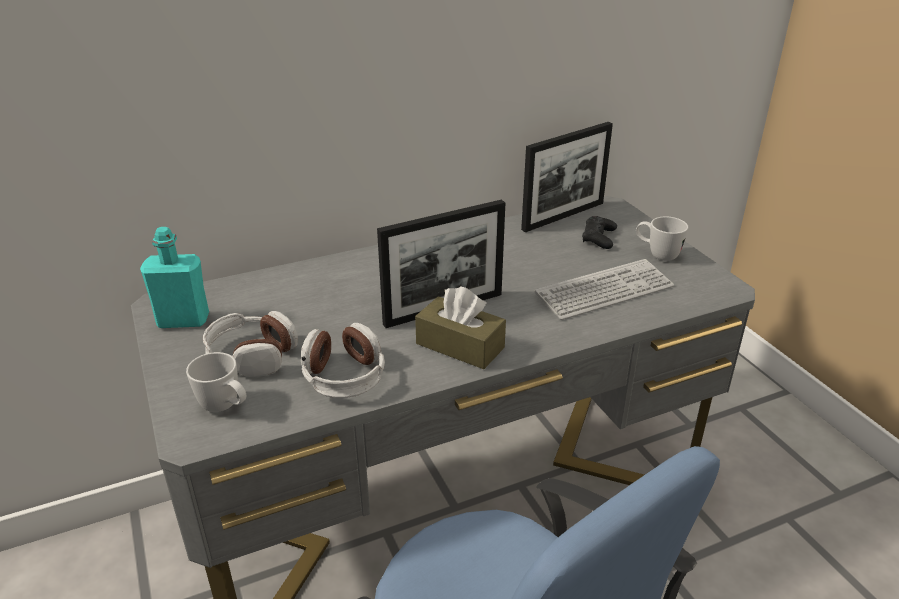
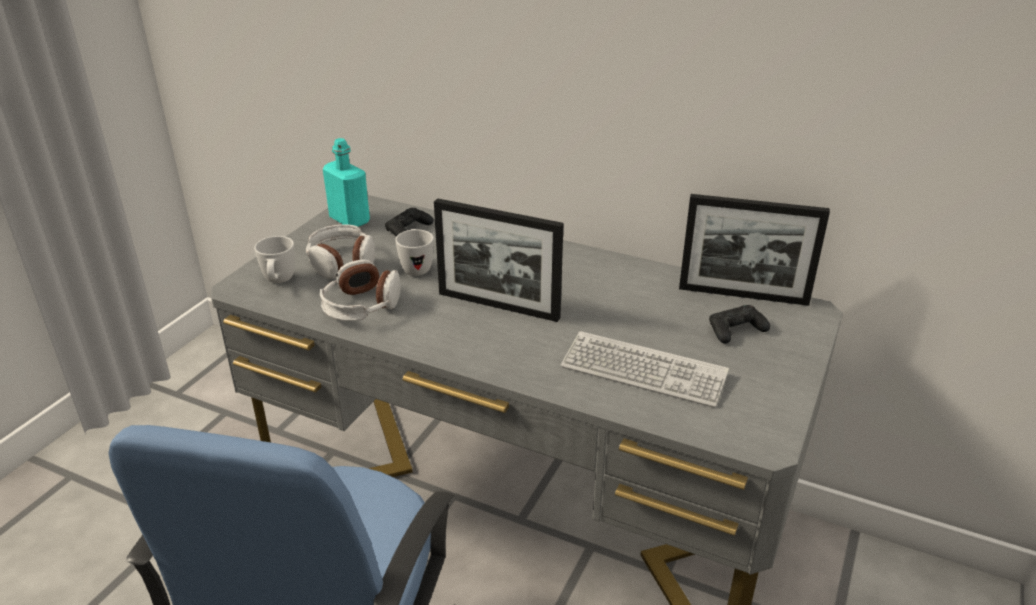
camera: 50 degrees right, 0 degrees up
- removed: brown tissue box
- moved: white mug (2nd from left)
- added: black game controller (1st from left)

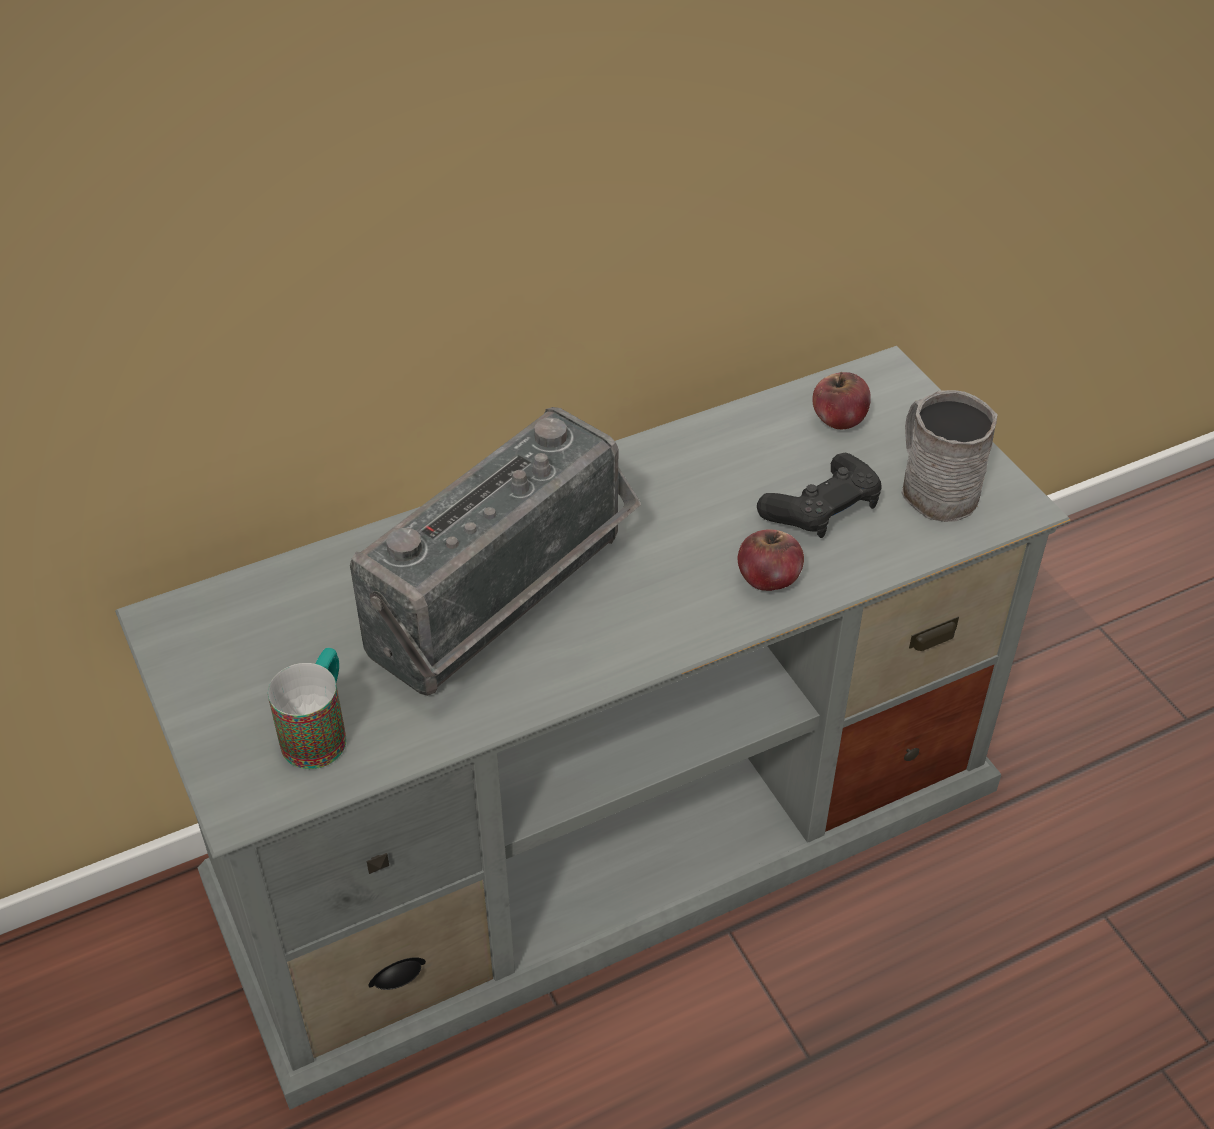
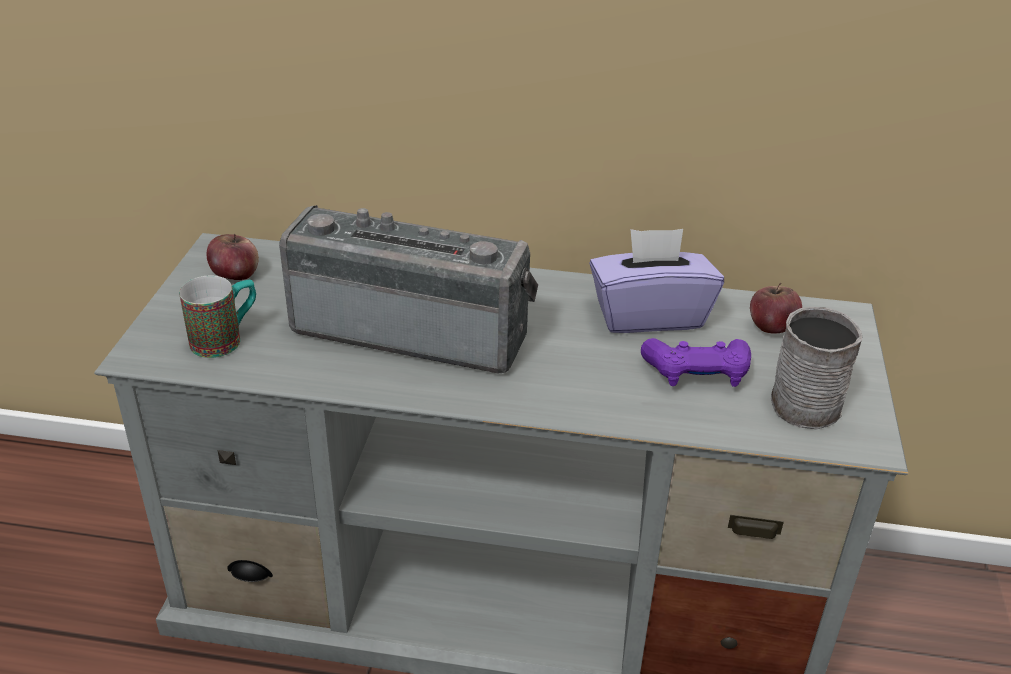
camera: 35 degrees right, 10 degrees down
- turned: radio 150 degrees counterclockwise
- moved: apple (1st from left)
- recoloured: black game controller to purple game controller
- added: purple tissue box

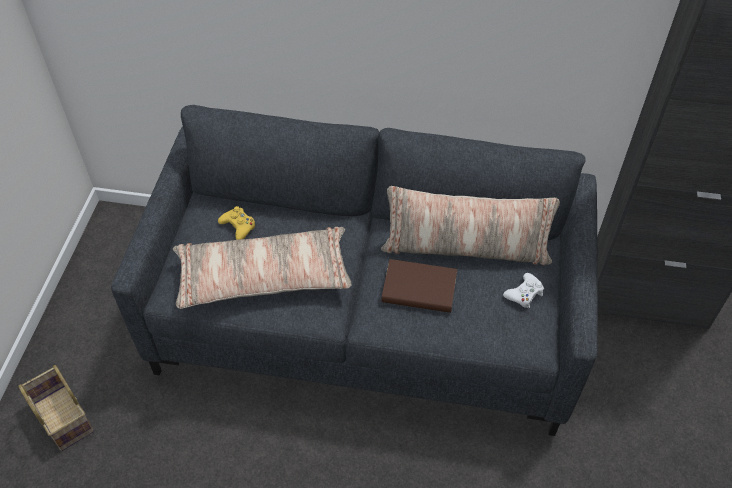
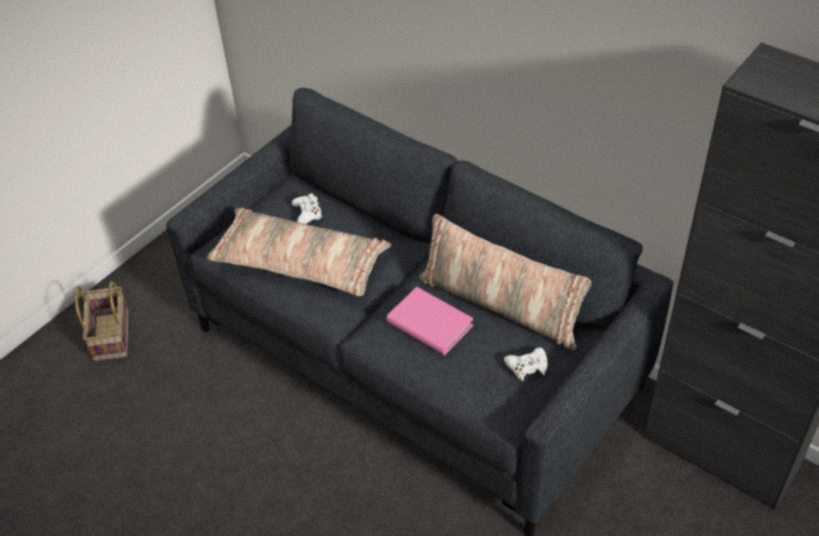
camera: 30 degrees right, 5 degrees down
- recoloured: yellow game controller to white game controller (1st from left)
- recoloured: brown book to pink book

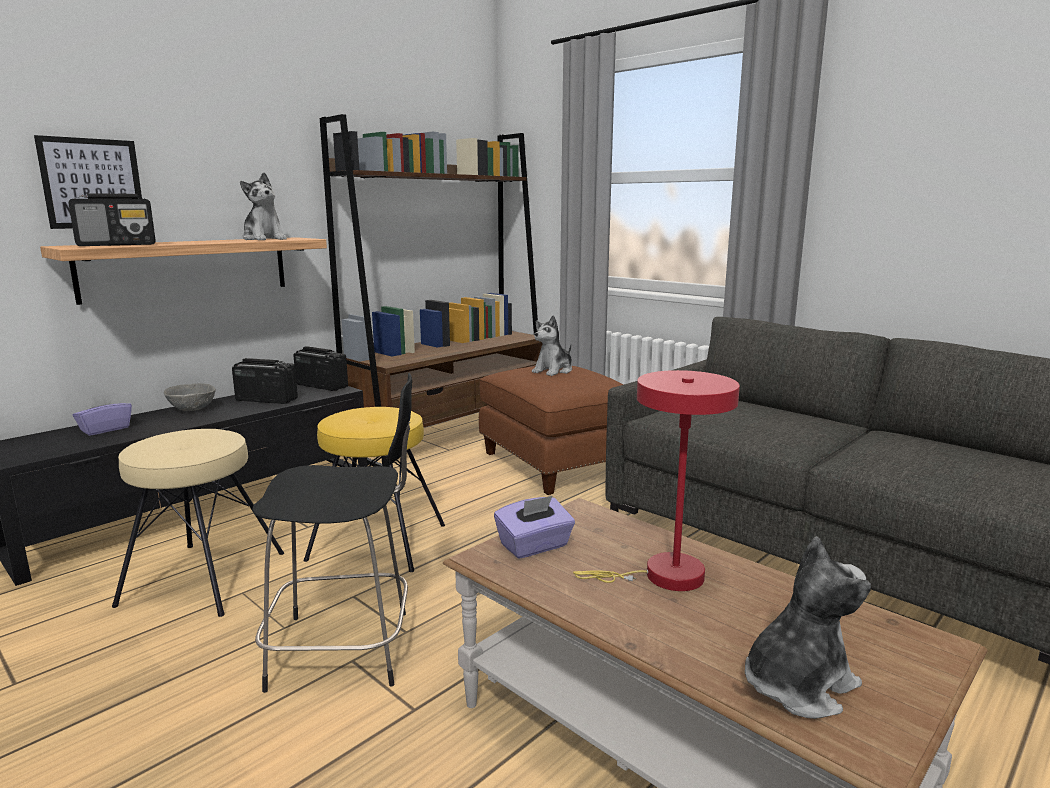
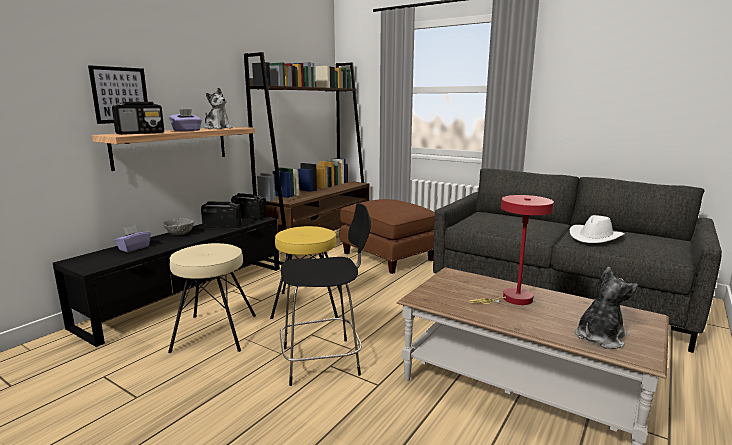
camera: 10 degrees left, 0 degrees up
- moved: purple tissue box (2nd from left)
- removed: plush toy (2nd from left)
- added: white hat

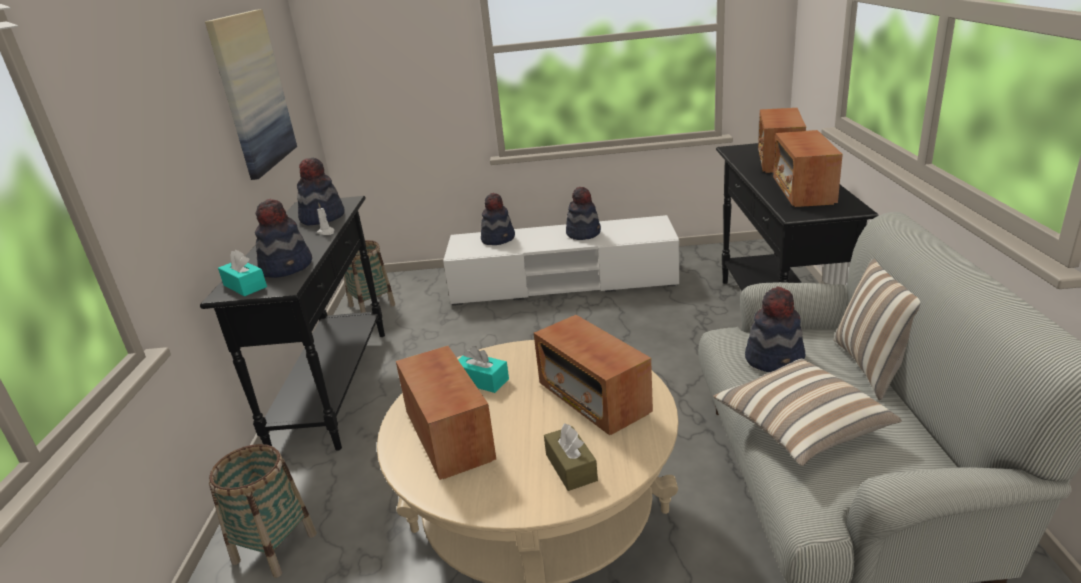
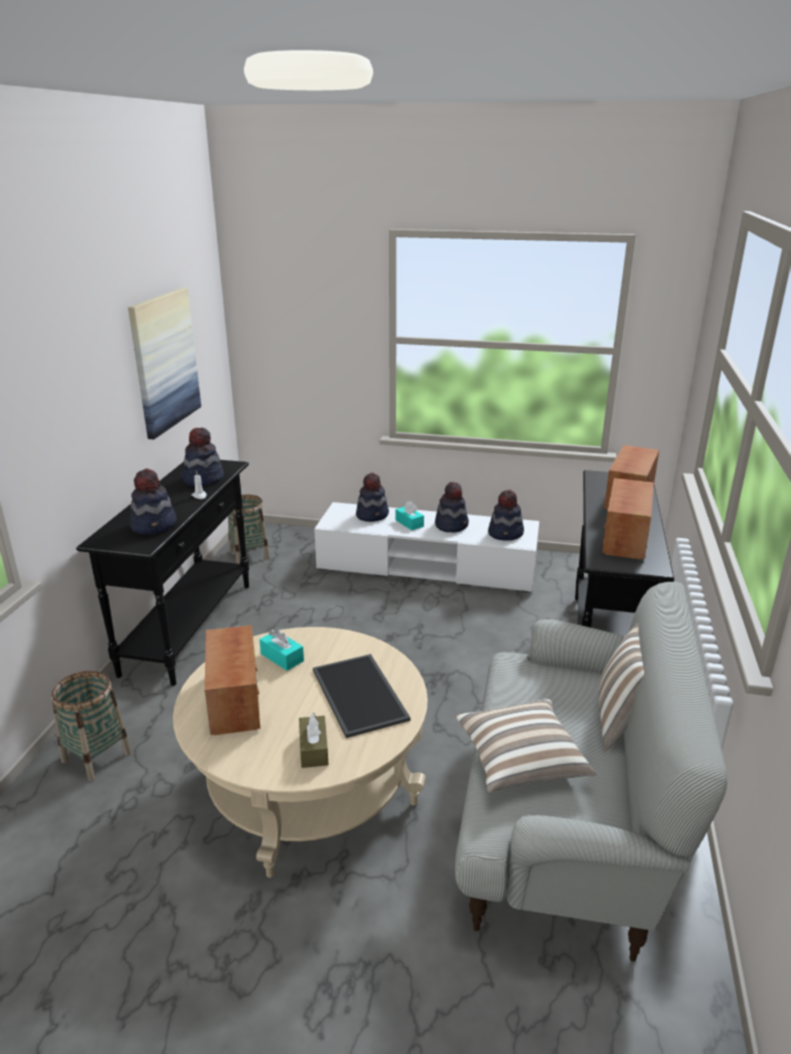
camera: 10 degrees right, 0 degrees up
- moved: turquoise tissue box (1st from left in the first image) to turquoise tissue box (2nd from left)
- replaced: radio (2nd from left) to tray
- moved: hat (5th from left)

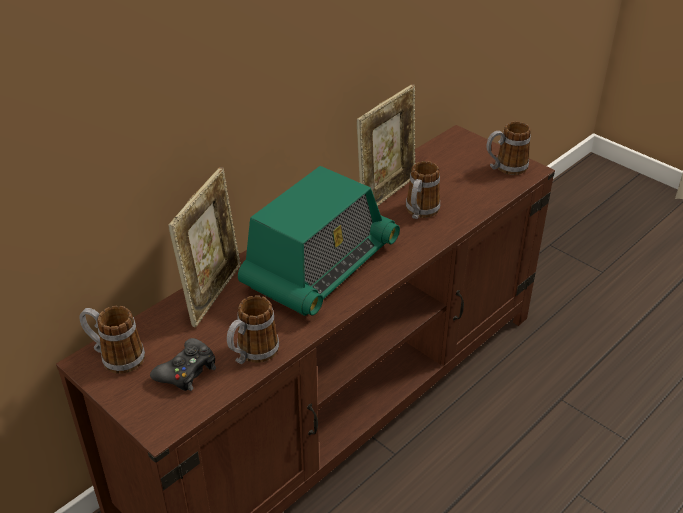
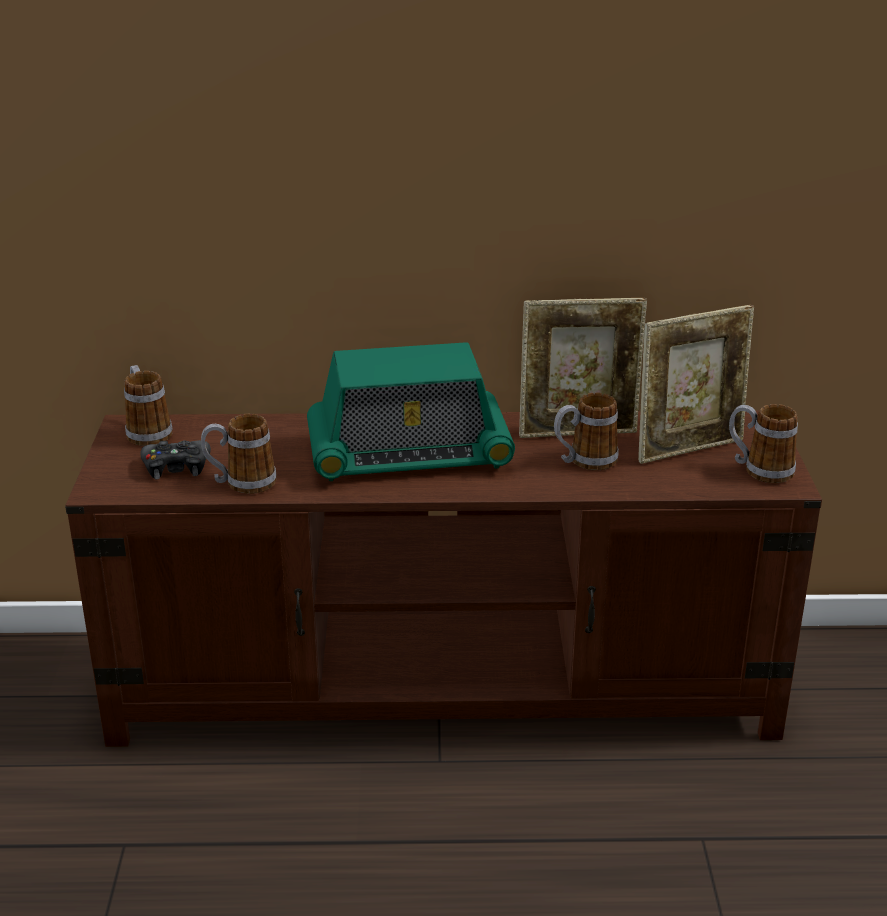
camera: 45 degrees right, 10 degrees down
- moved: picture frame (1st from left in the first image) to picture frame (2nd from left)

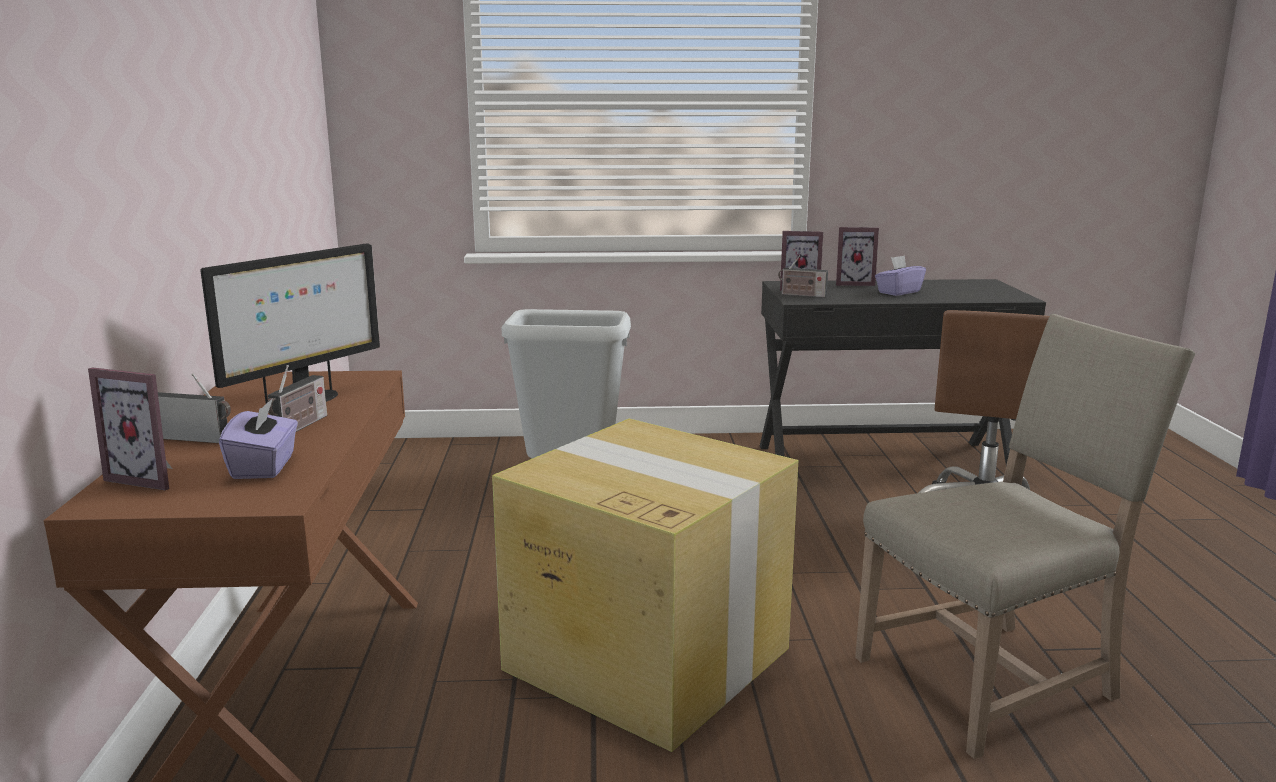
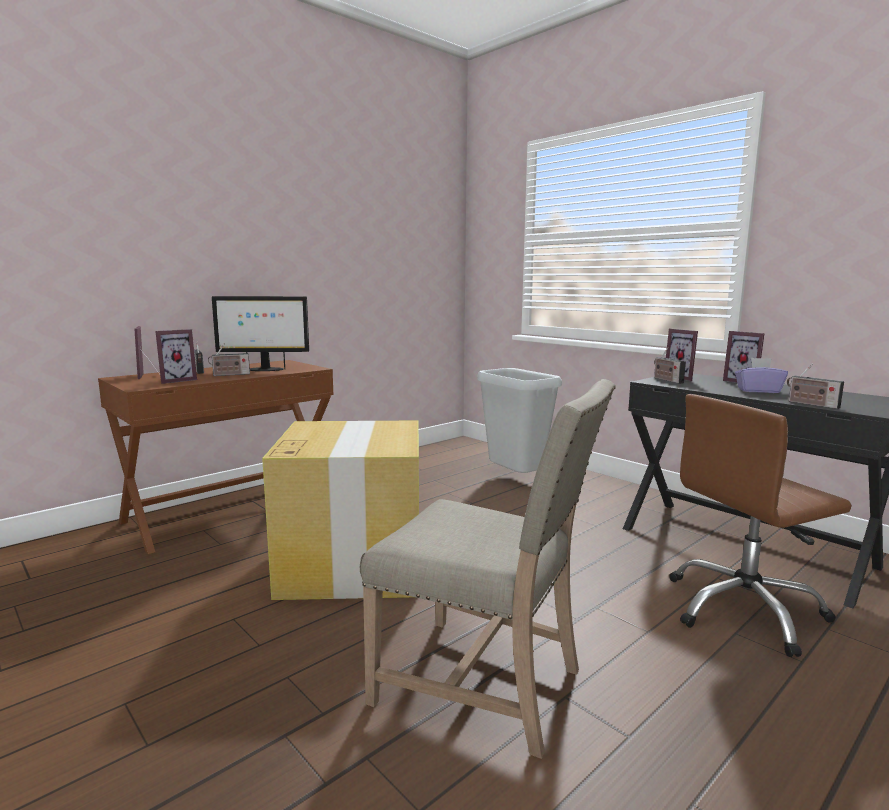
camera: 50 degrees right, 5 degrees down
- replaced: purple tissue box (1st from left) to picture frame (2nd from left)
- added: radio (4th from left)

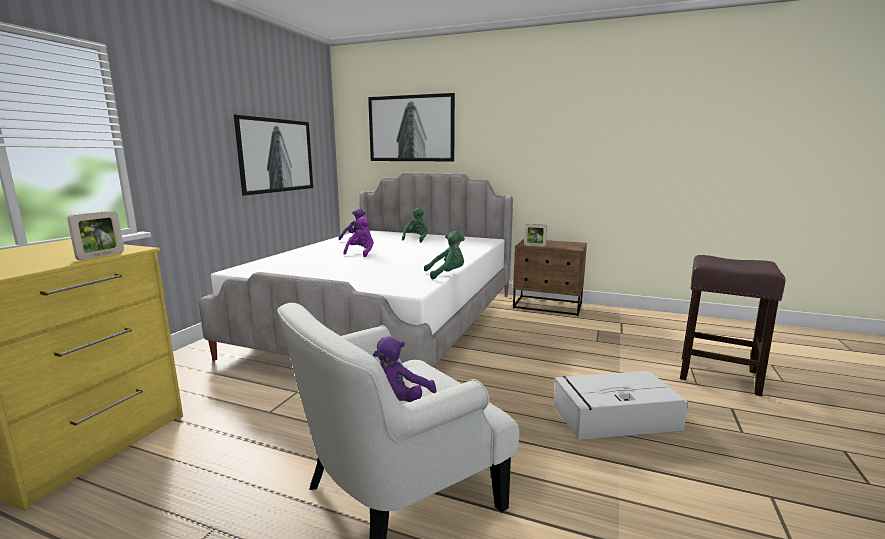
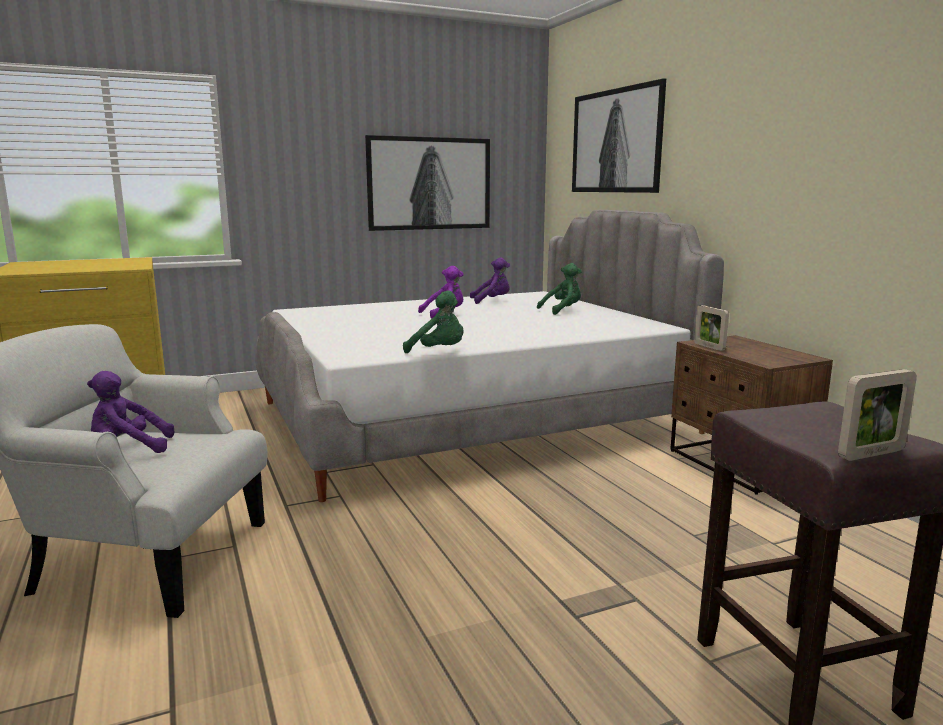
camera: 45 degrees right, 0 degrees up
- moved: picture frame (1st from left in the first image) to picture frame (2nd from left)
- removed: grey storage box

